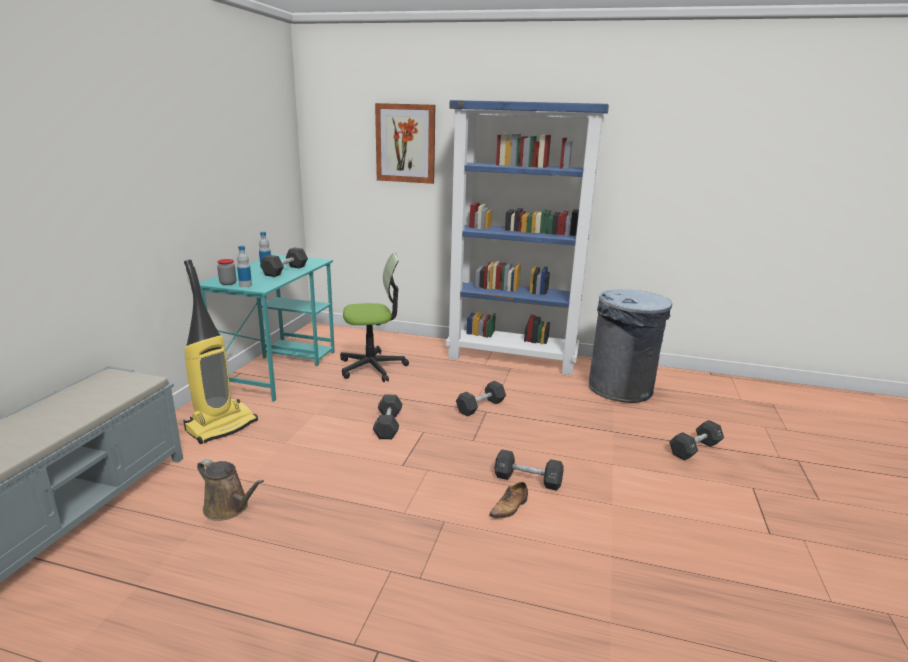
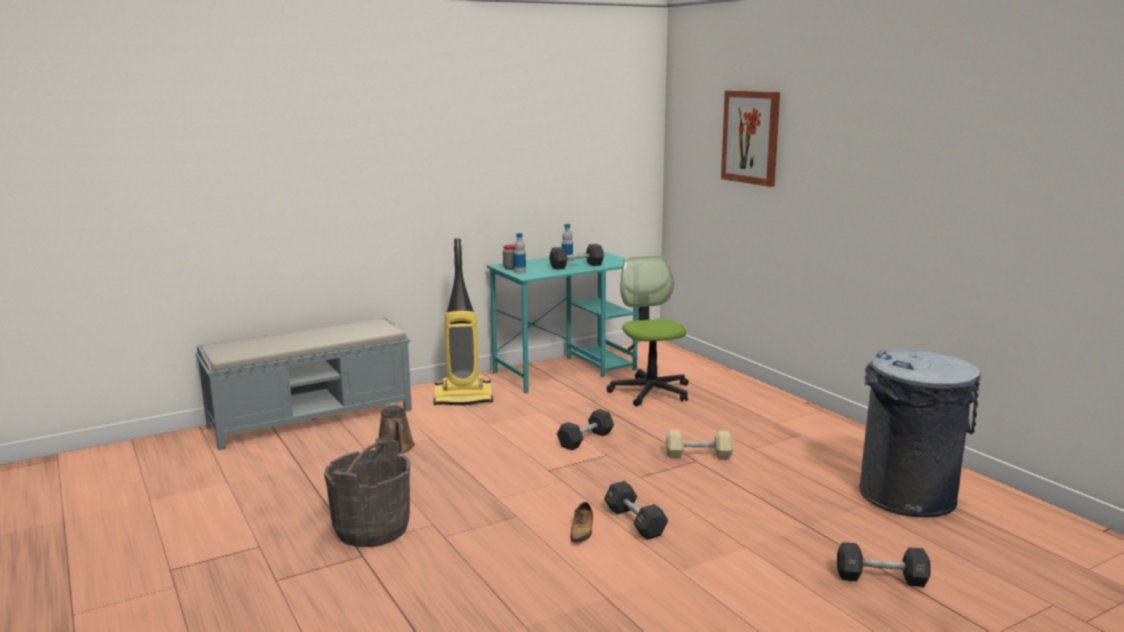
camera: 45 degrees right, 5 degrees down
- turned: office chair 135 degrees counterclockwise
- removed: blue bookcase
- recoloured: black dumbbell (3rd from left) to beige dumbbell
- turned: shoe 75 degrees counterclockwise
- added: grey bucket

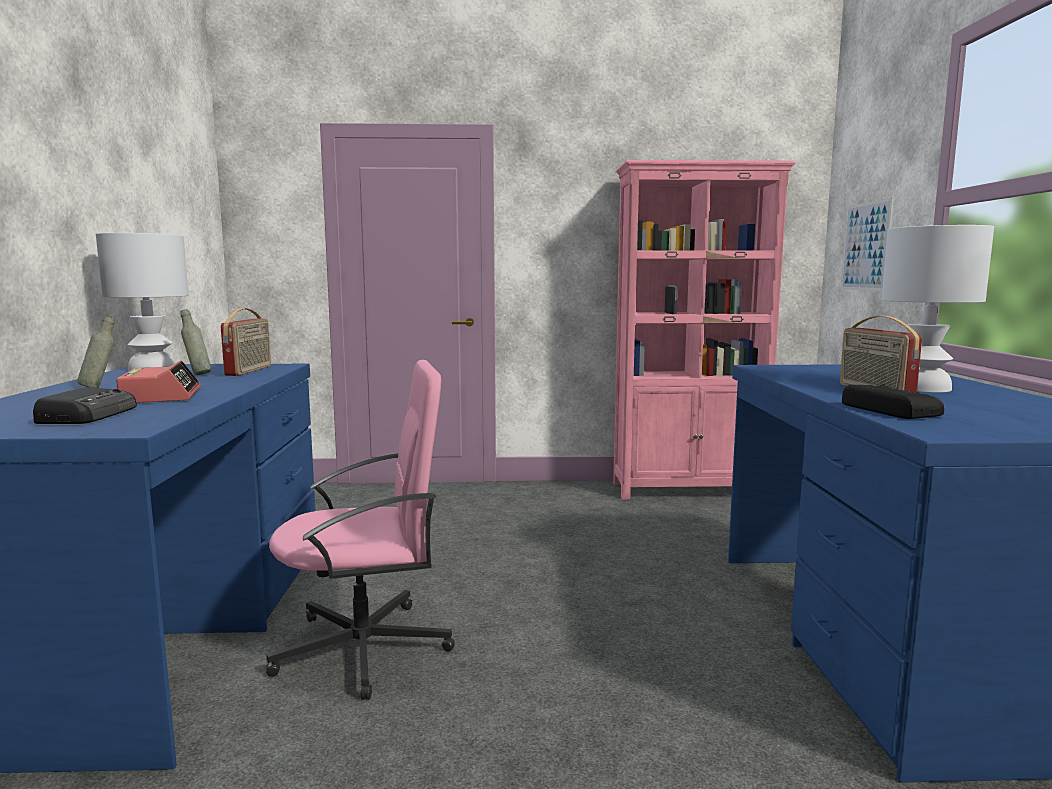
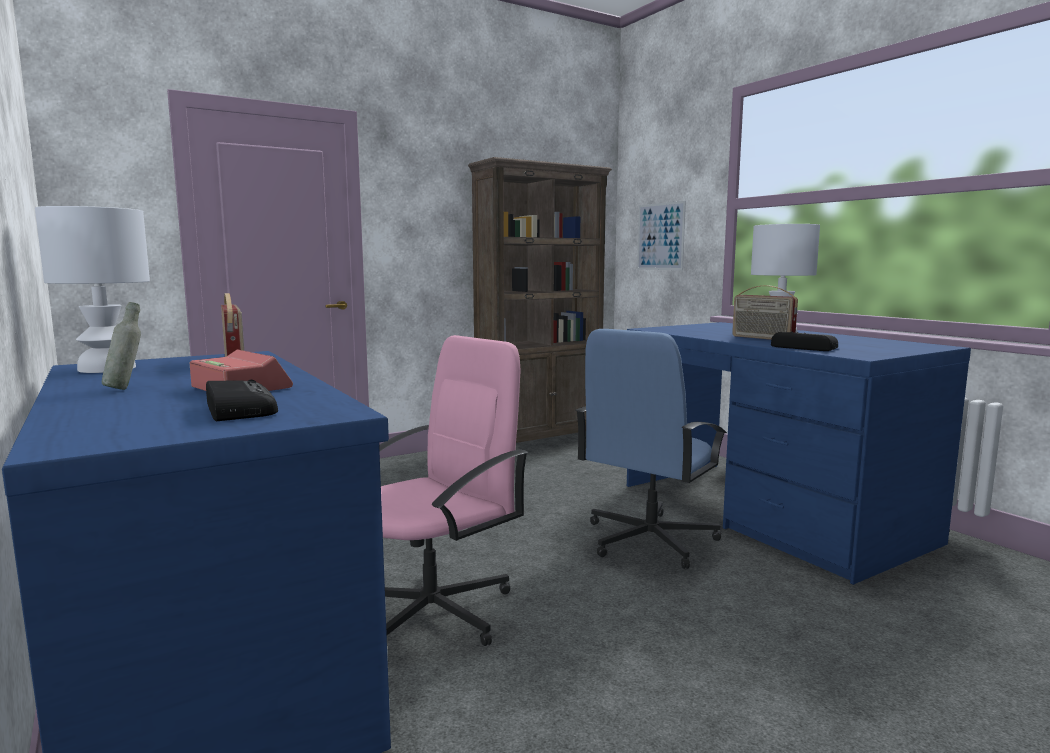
camera: 30 degrees left, 0 degrees up
- removed: grey bottle (2nd from left)
- recoloured: pink bookcase to brown bookcase
- added: blue office chair

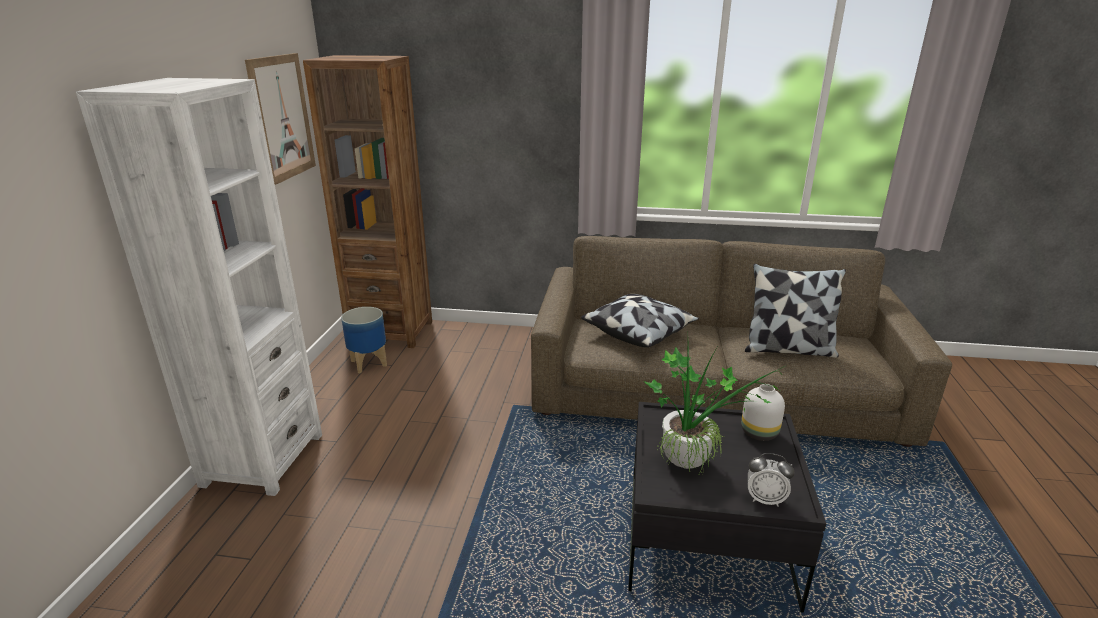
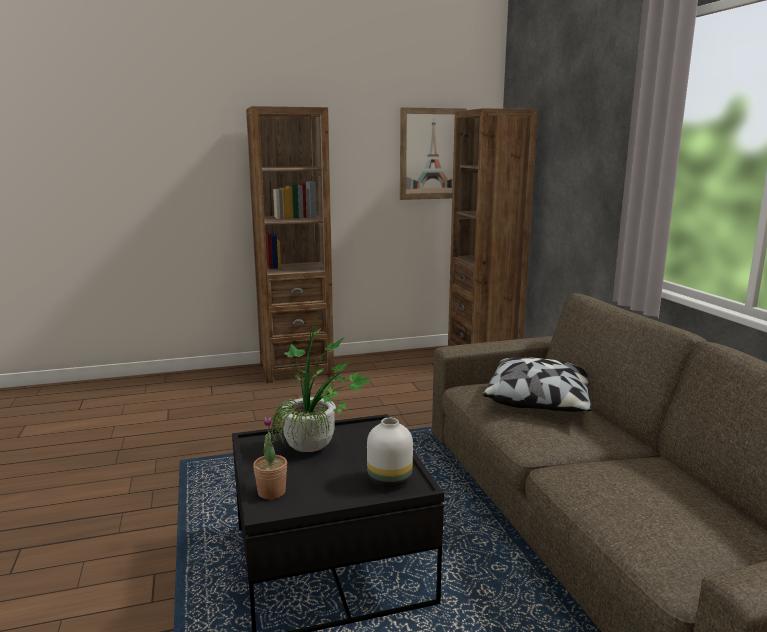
camera: 65 degrees right, 10 degrees down
- recoloured: white bookcase to brown bookcase (1st from left)
- removed: planter
- removed: pillow (2nd from left)
- replaced: alarm clock to potted plant (1st from left)

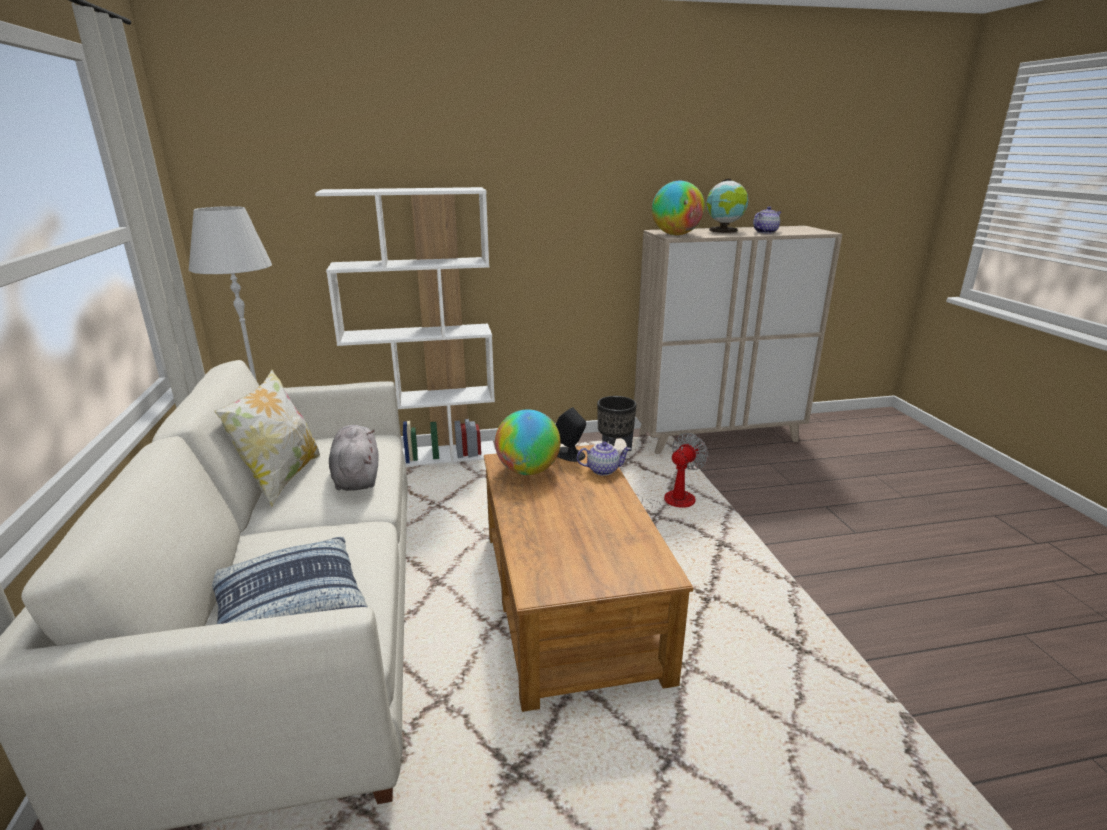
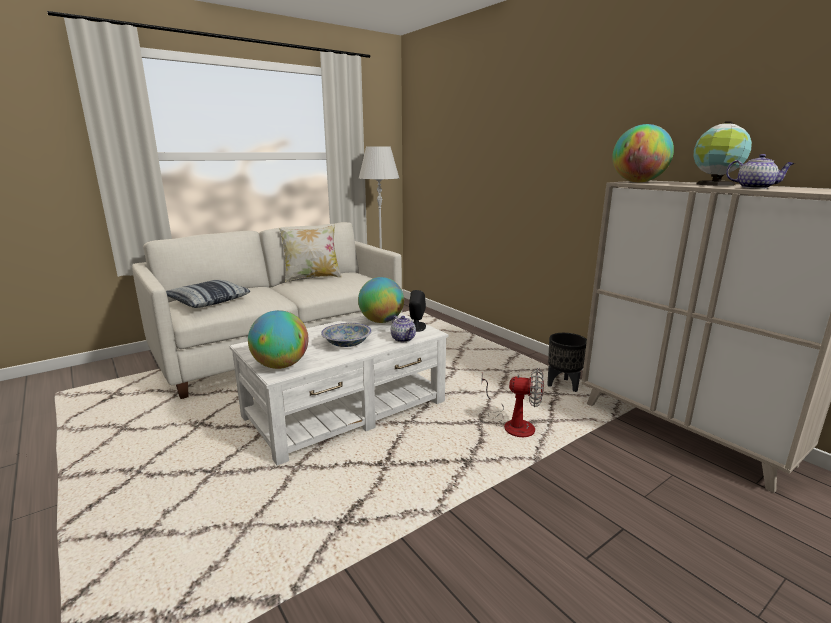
camera: 65 degrees right, 5 degrees down
- removed: white bookcase
- removed: grey plush toy
- recoloured: brown coffee table to white coffee table
- added: globe (1st from left)
- added: bowl

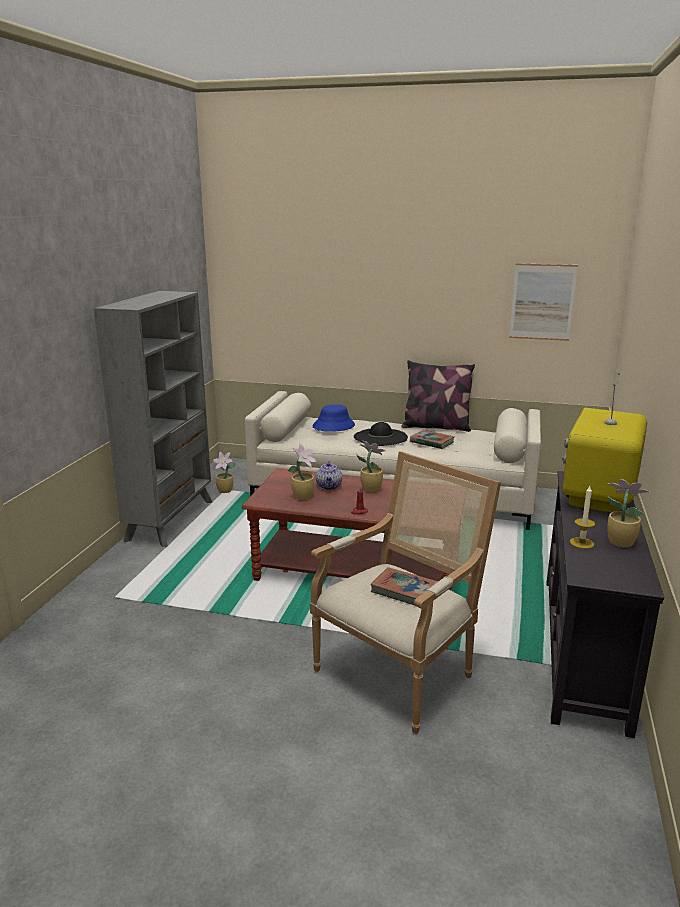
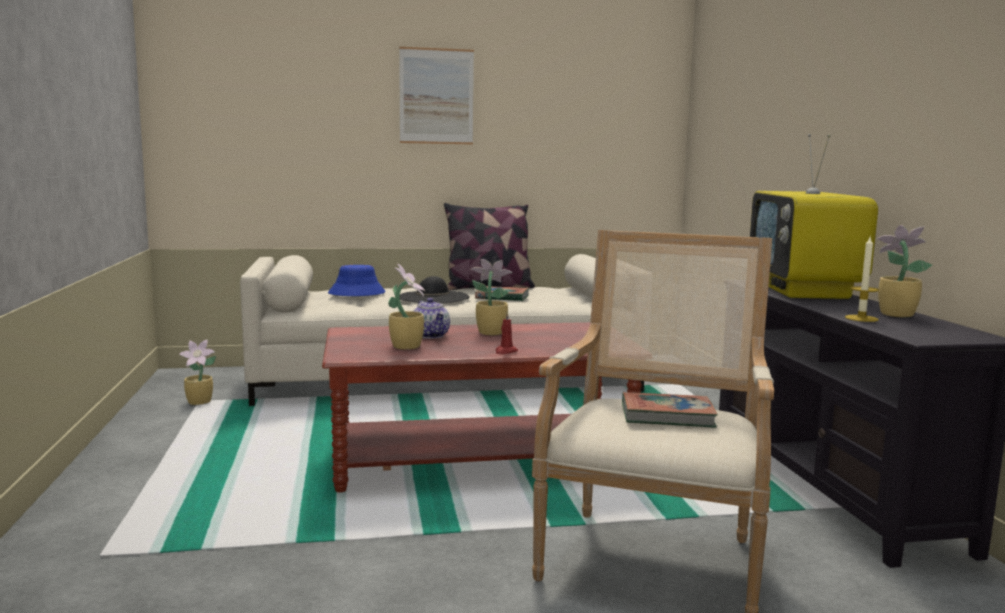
camera: 25 degrees left, 10 degrees down
- removed: grey bookcase
- moved: picture

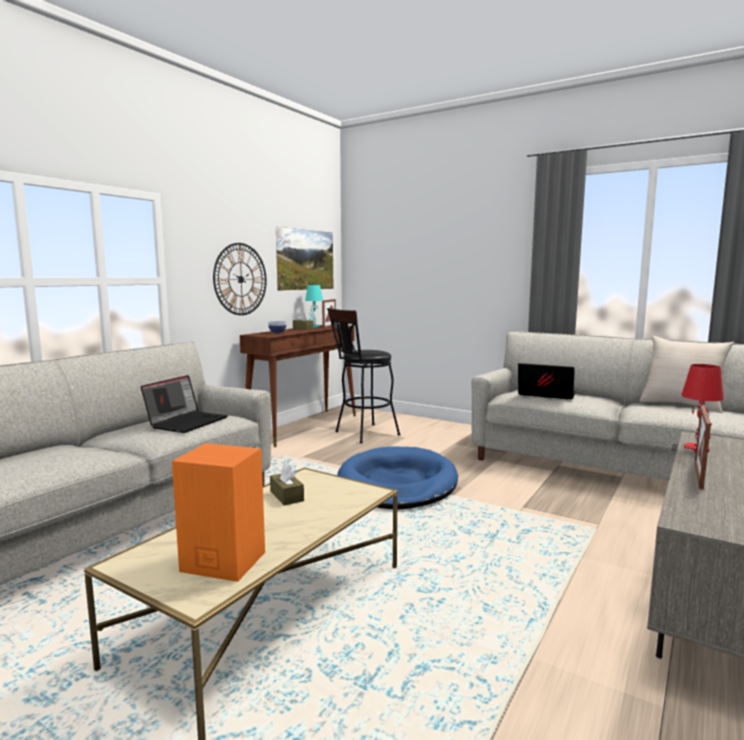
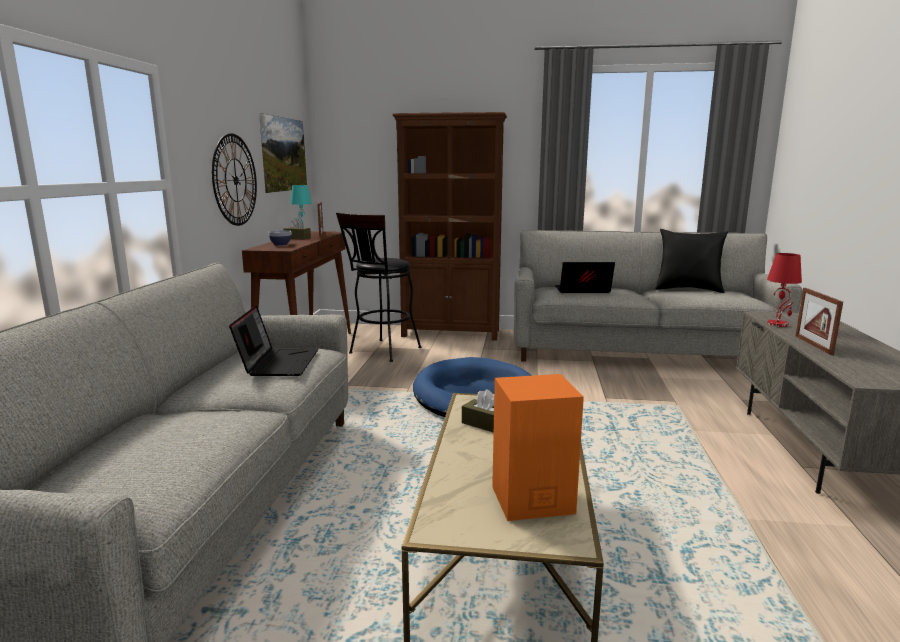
camera: 25 degrees left, 5 degrees up
- recoloured: beige pillow to black pillow
- added: brown bookcase

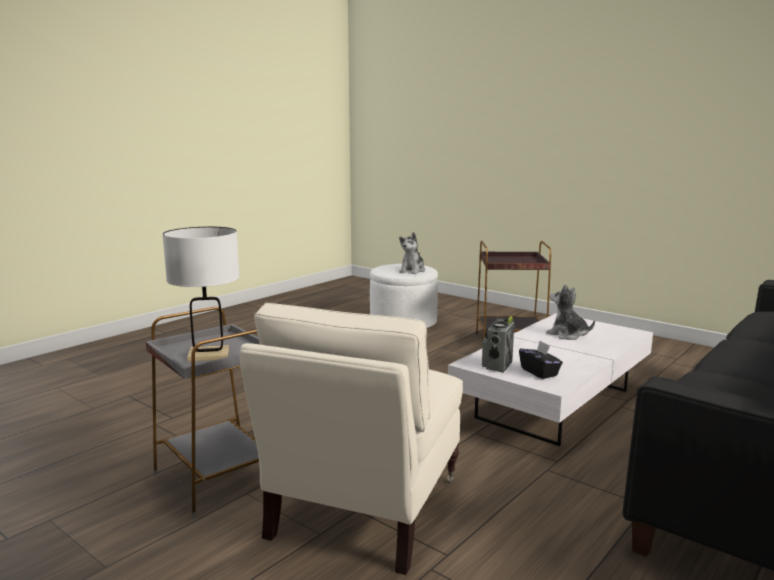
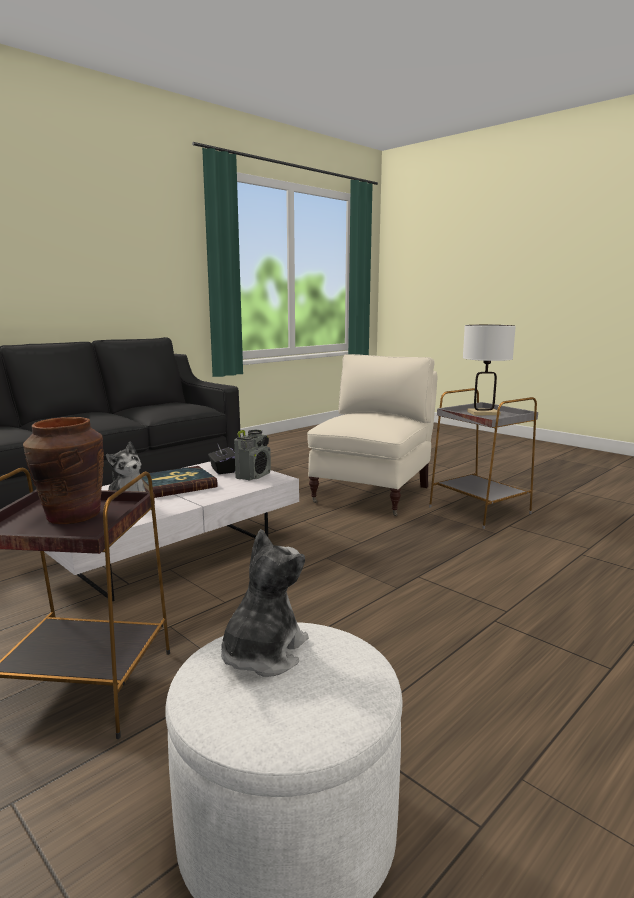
camera: 175 degrees left, 0 degrees up
- added: brown vase
- added: book

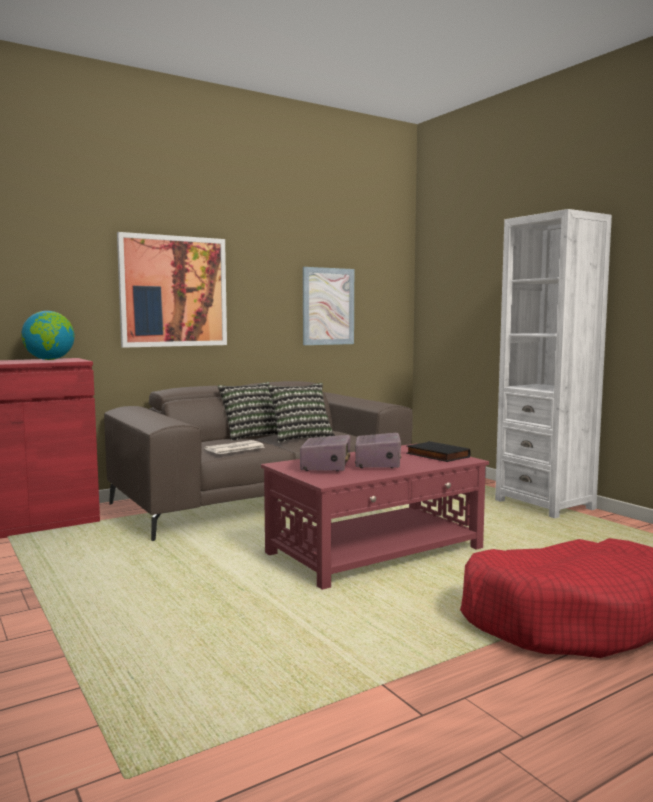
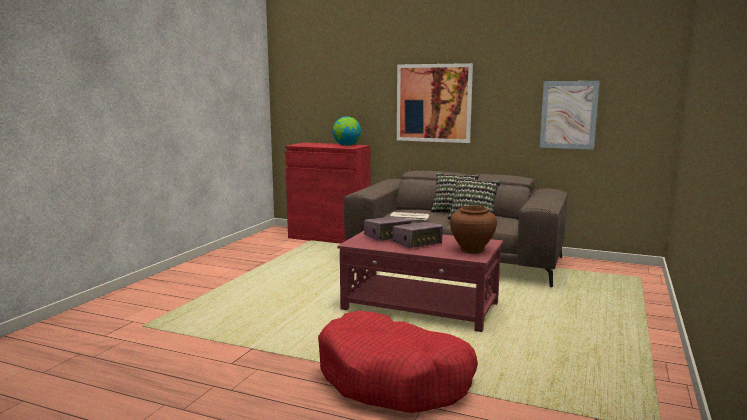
camera: 55 degrees right, 5 degrees up
- replaced: black book to brown vase
- removed: white bookcase

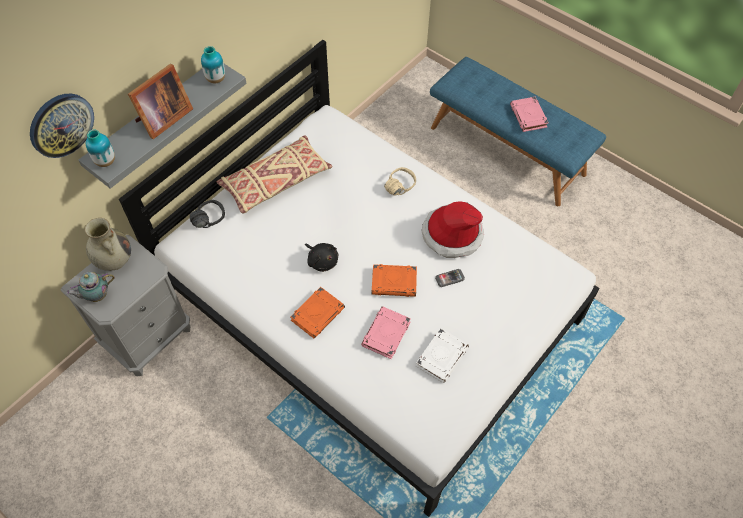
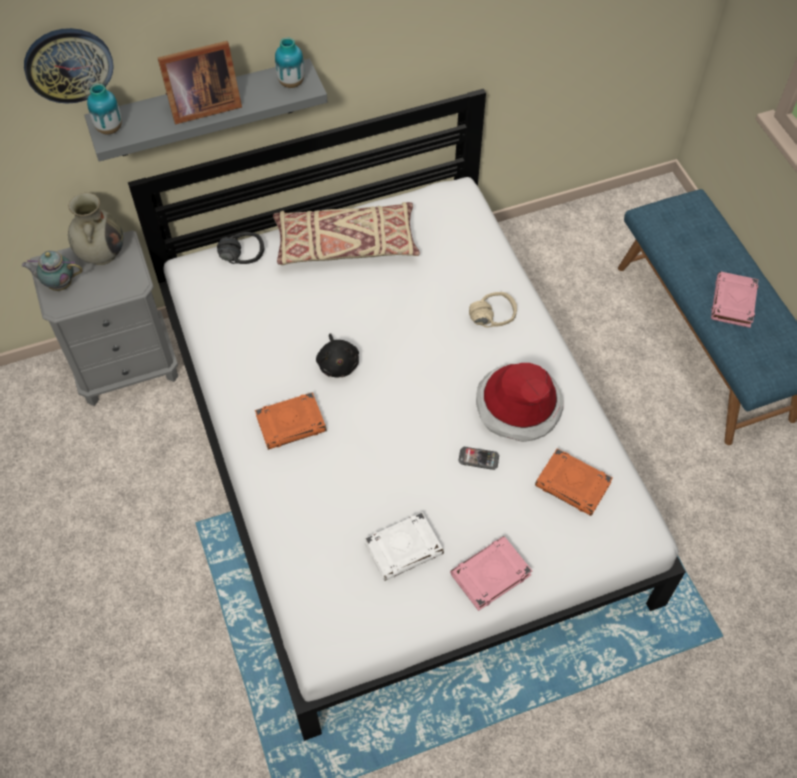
camera: 30 degrees right, 0 degrees up
- moved: pink book (1st from left)
- moved: orange book (2nd from left)

